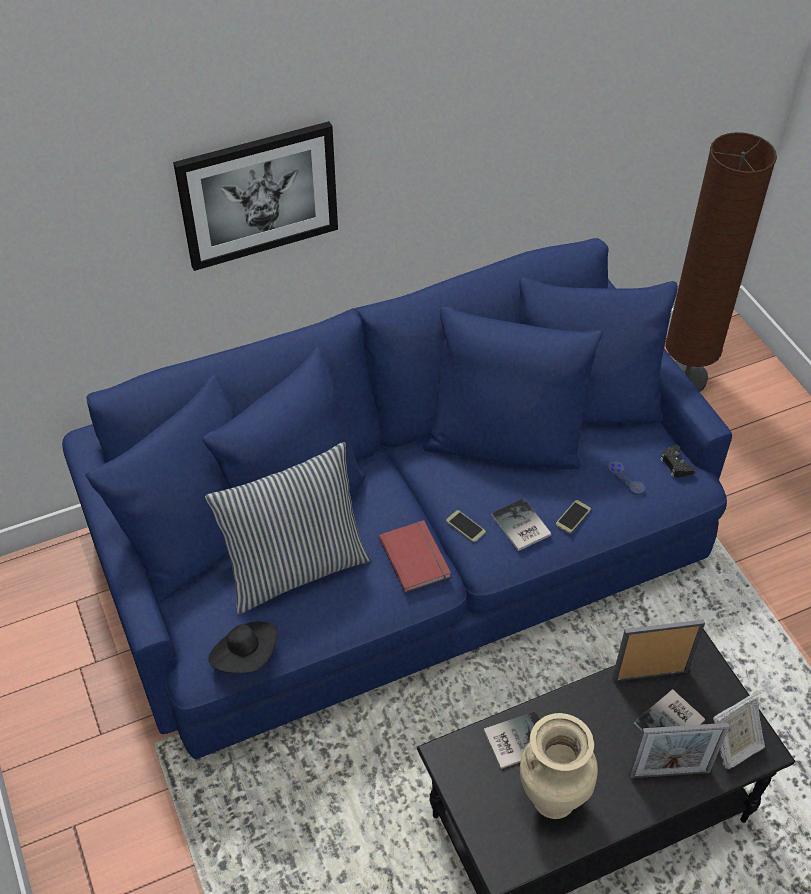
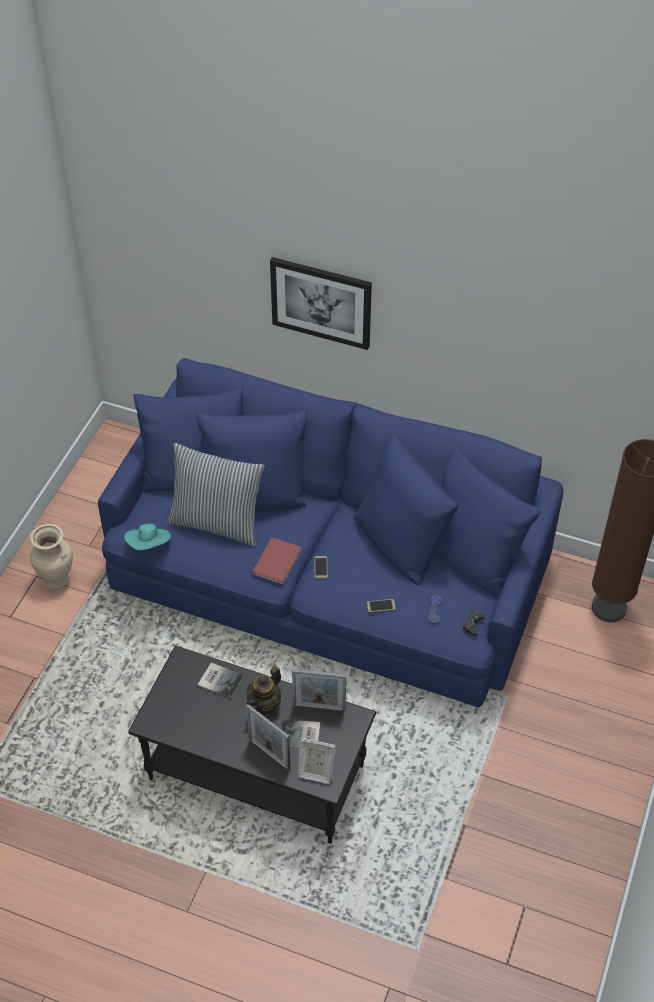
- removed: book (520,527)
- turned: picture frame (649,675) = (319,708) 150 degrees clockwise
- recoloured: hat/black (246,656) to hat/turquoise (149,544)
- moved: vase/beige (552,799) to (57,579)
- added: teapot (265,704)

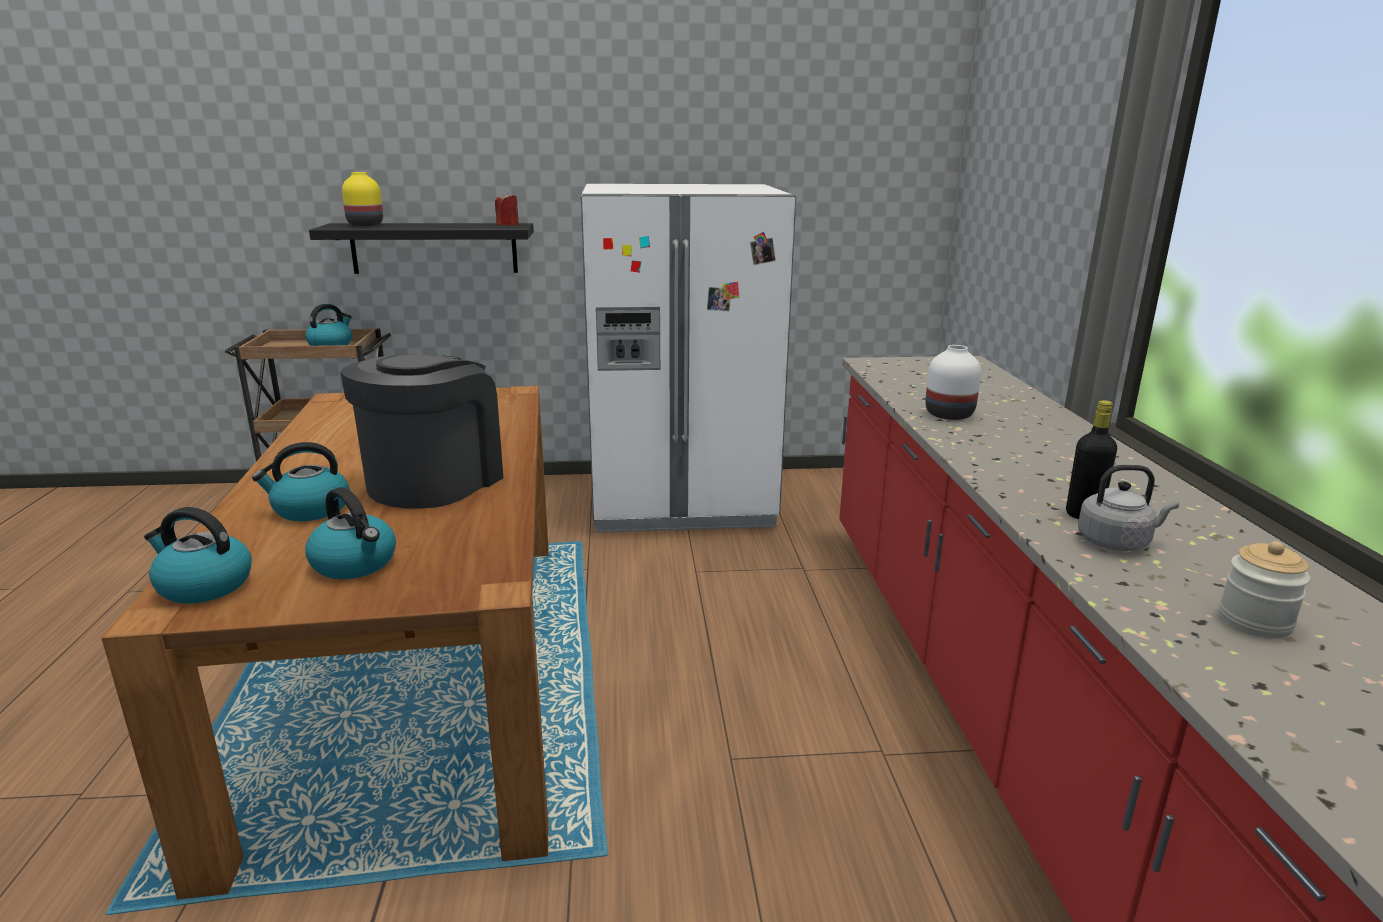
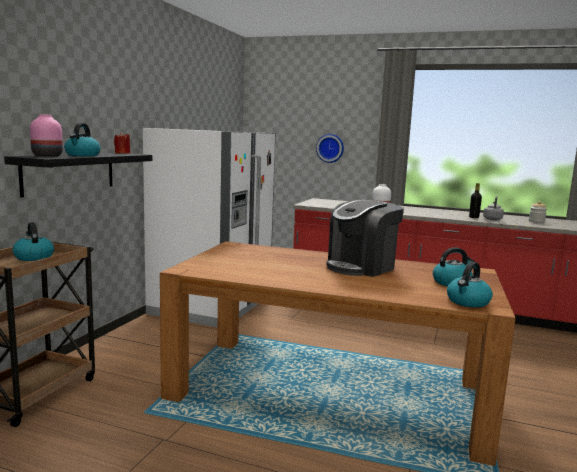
- recoloured: vase/yellow (366,225) to vase/pink (48,156)
- turned: coffee machine (434,481) = (361,267) 90 degrees counterclockwise
- moved: kettle (310,509) to (82,155)
- added: wall clock (330,148)

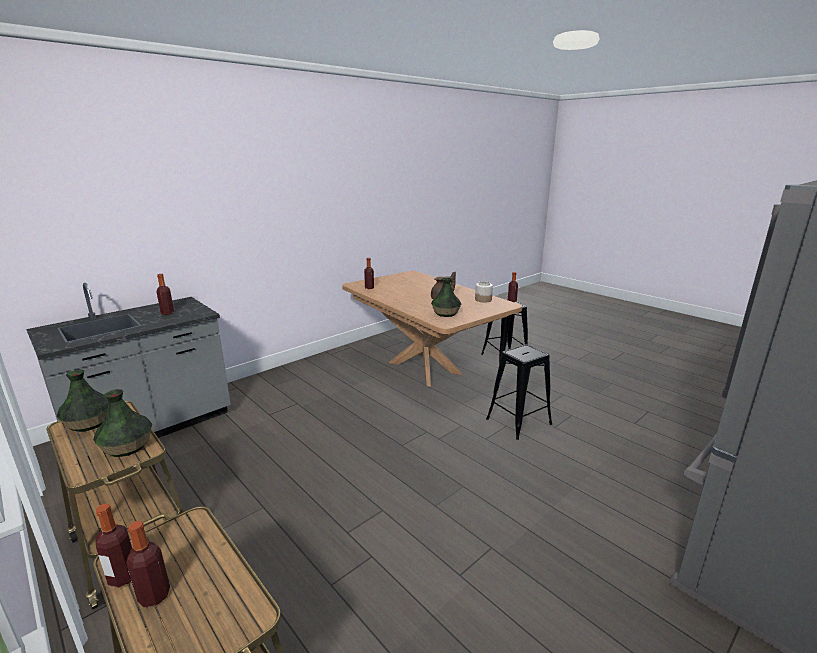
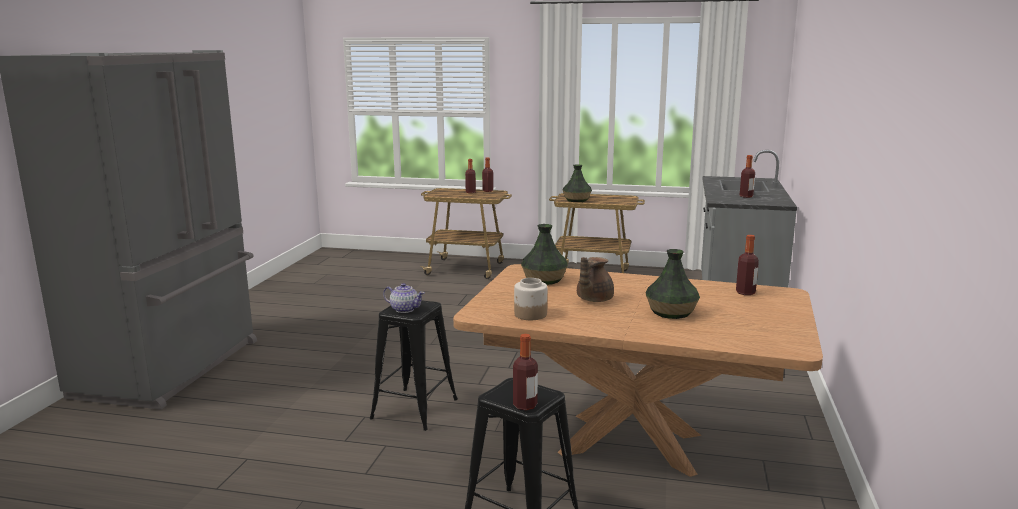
- moved: vase (88,423) to (671,312)
- added: teapot (404,309)

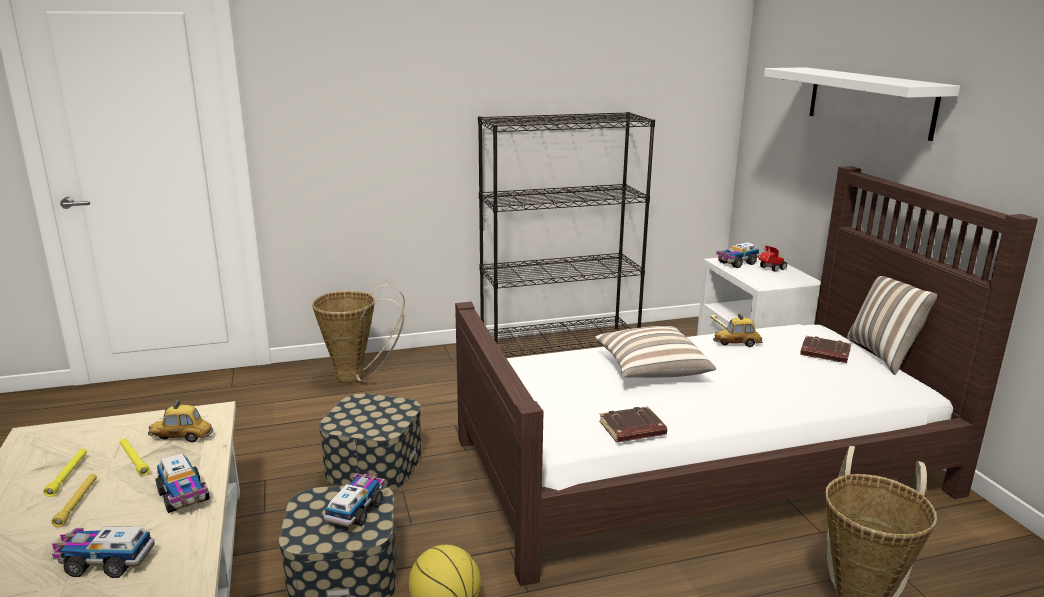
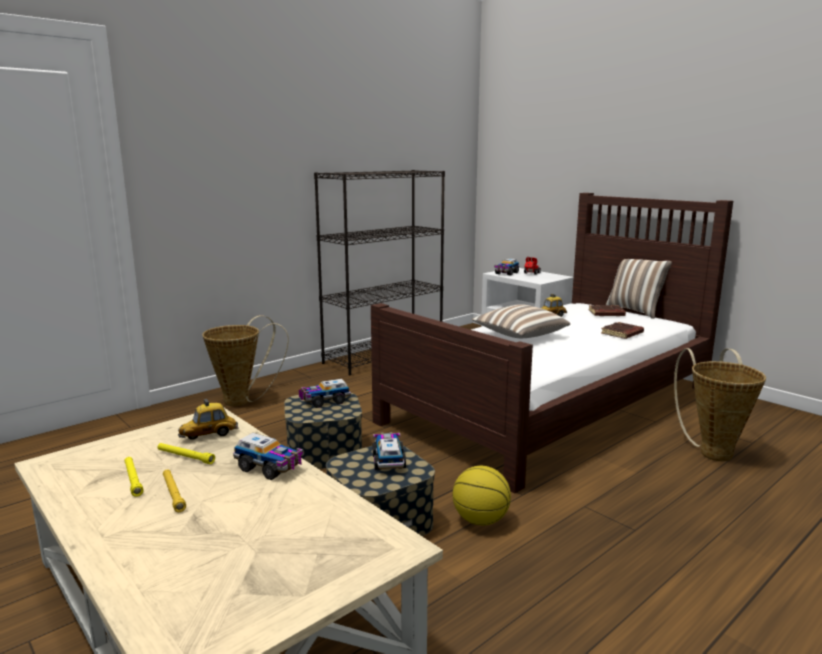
- removed: shelf/white (869,101)
- moved: book/brown (632,430) to (622,334)
- moved: toy truck (105,562) to (324,401)

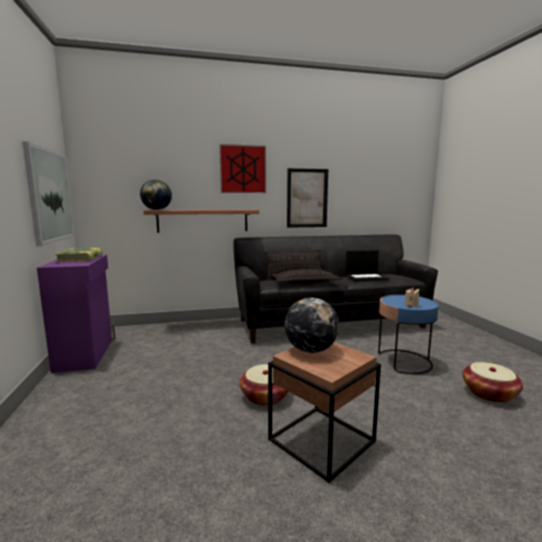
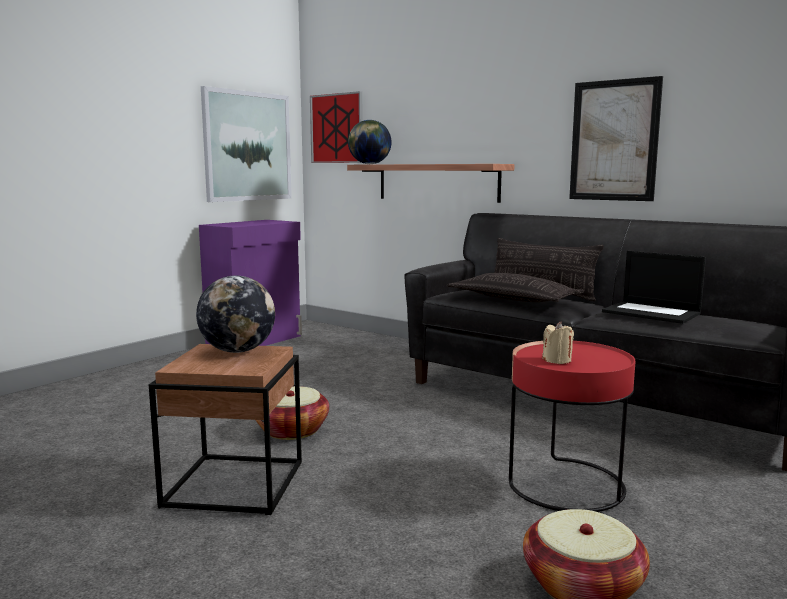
- moved: picture (243,169) to (337,128)
- removed: book (80,259)
- recoloured: side table/blue (404,361) to side table/red (565,485)

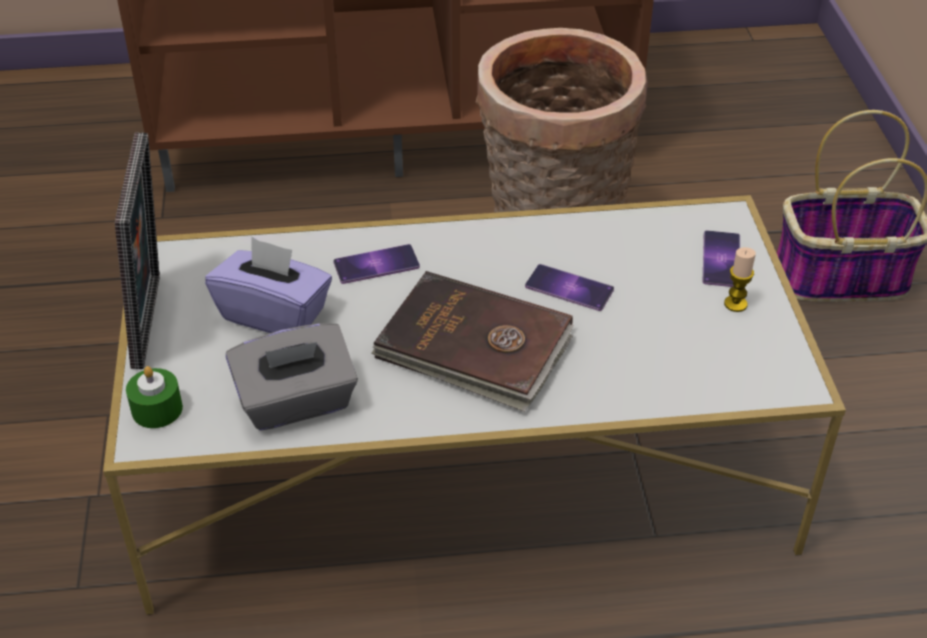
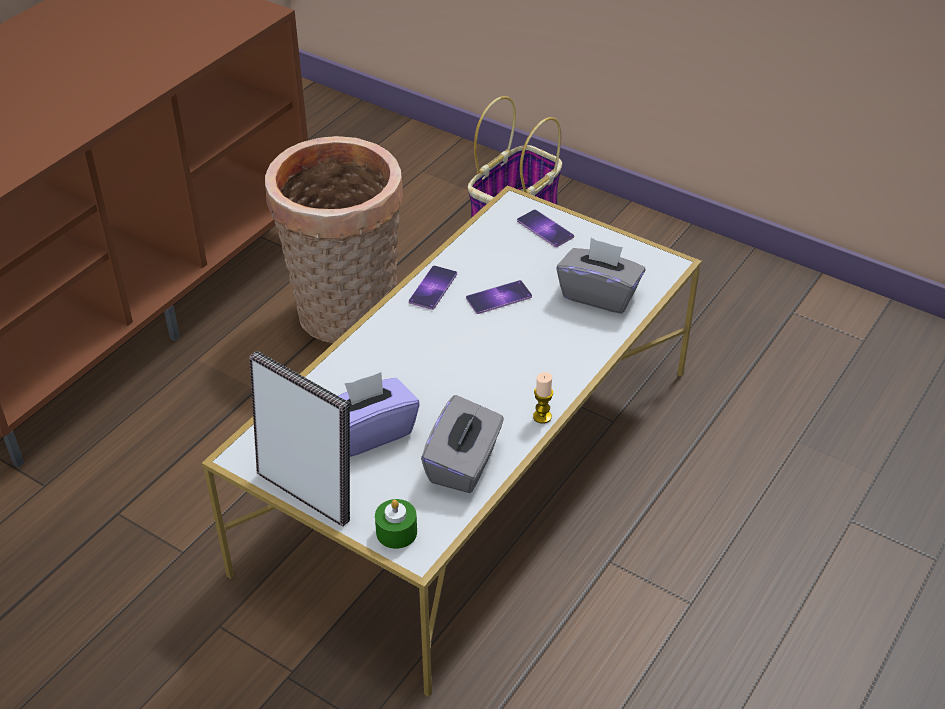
- moved: phone (376,264) to (433,288)
- moved: candle (735,304) to (542,416)
- removed: book/brown (474,347)
- added: tissue box/grey (599,295)

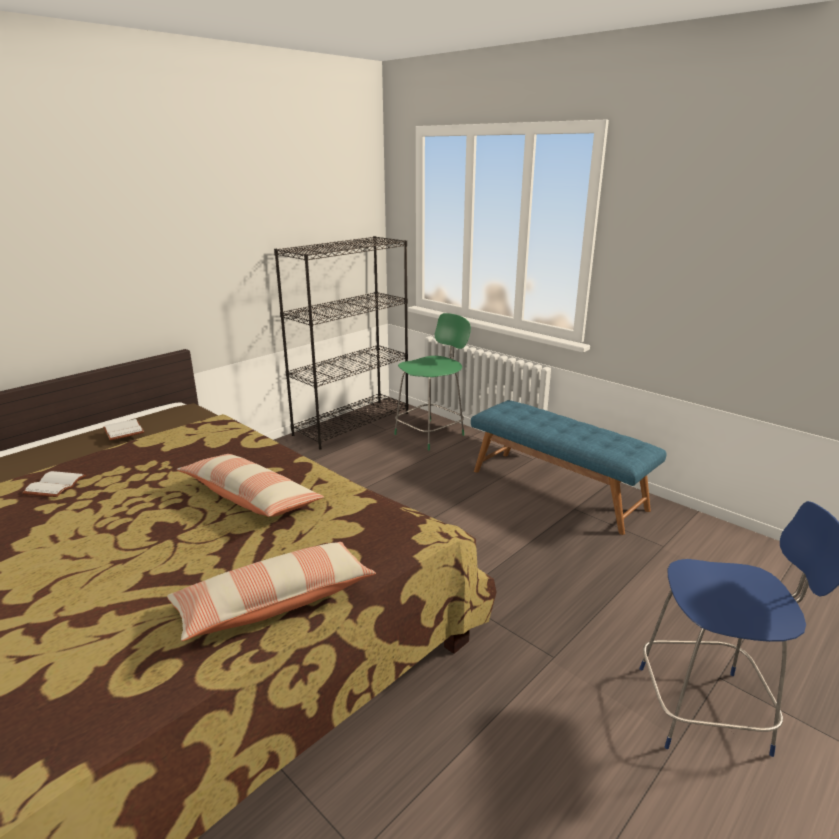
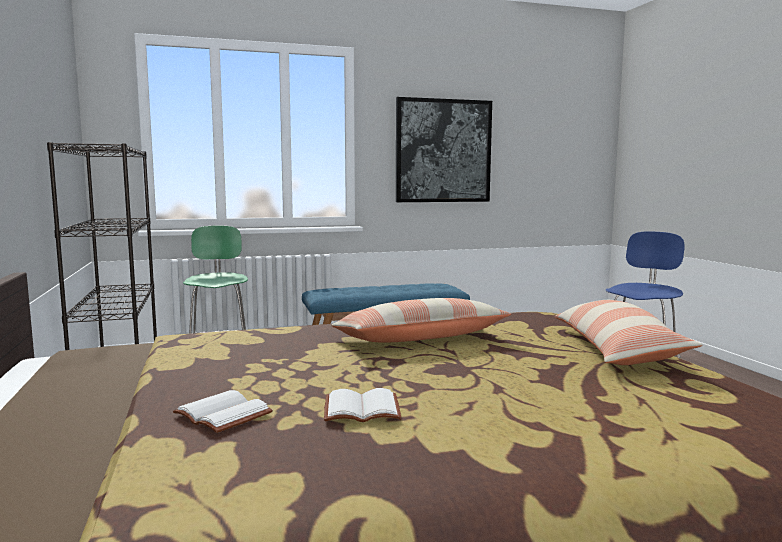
- moved: book/white (122,431) to (360,410)
- added: picture (443,151)

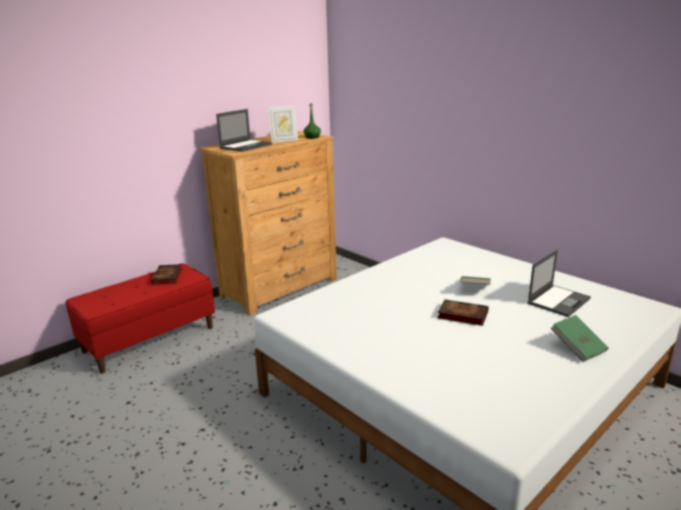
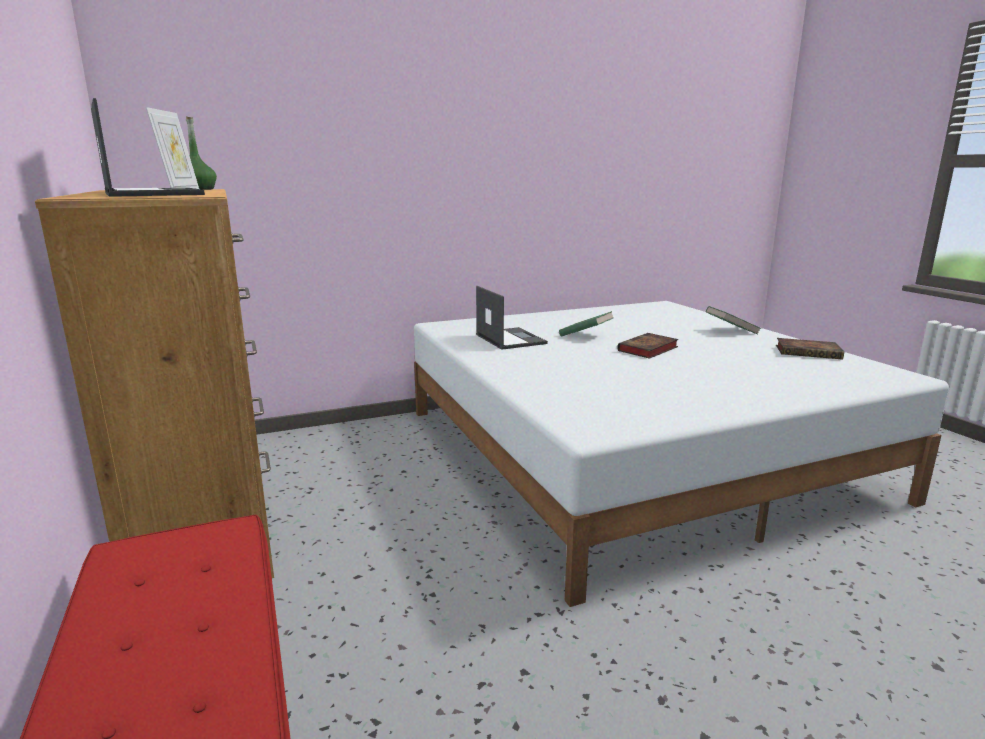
- moved: laptop (559,300) to (509,339)
- moved: book (167,277) to (809,352)

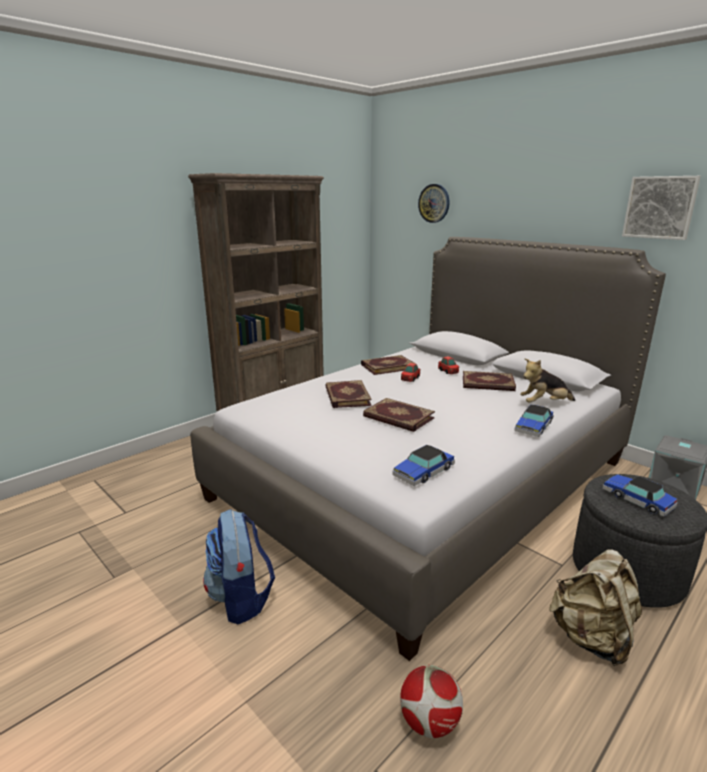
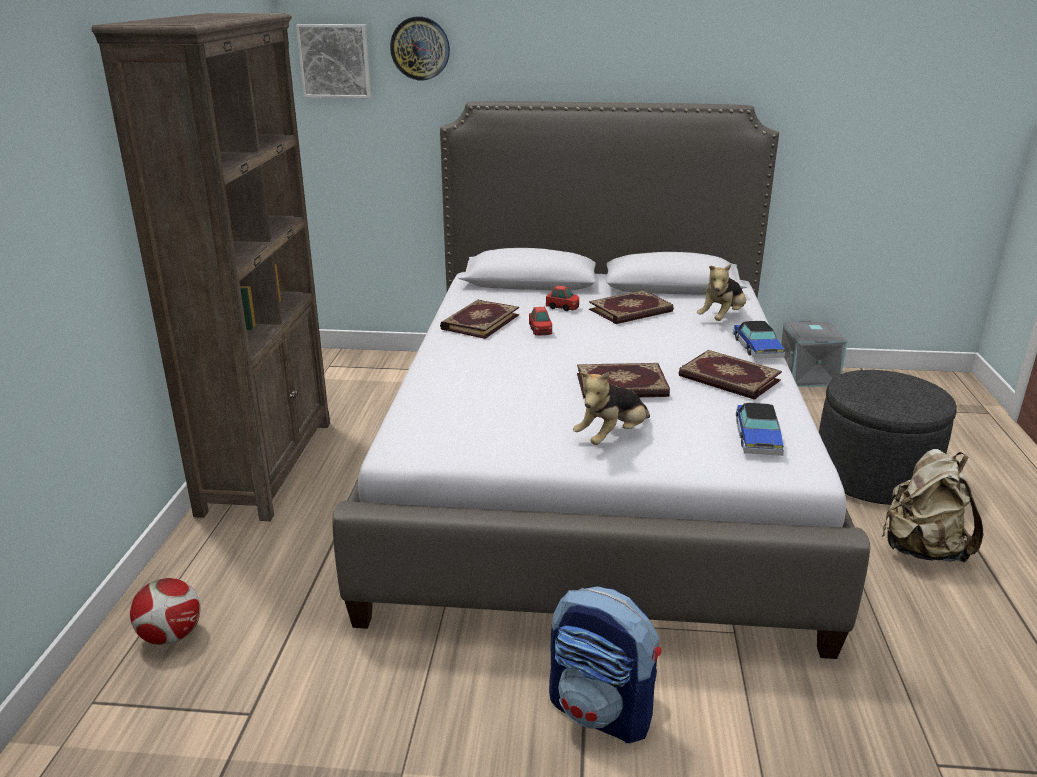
- moved: picture (660,207) to (335,61)
- moved: book (346,396) to (728,379)
- removed: toy car (637,500)
- moved: football (429,722) to (171,636)
- added: plush toy (612,437)

